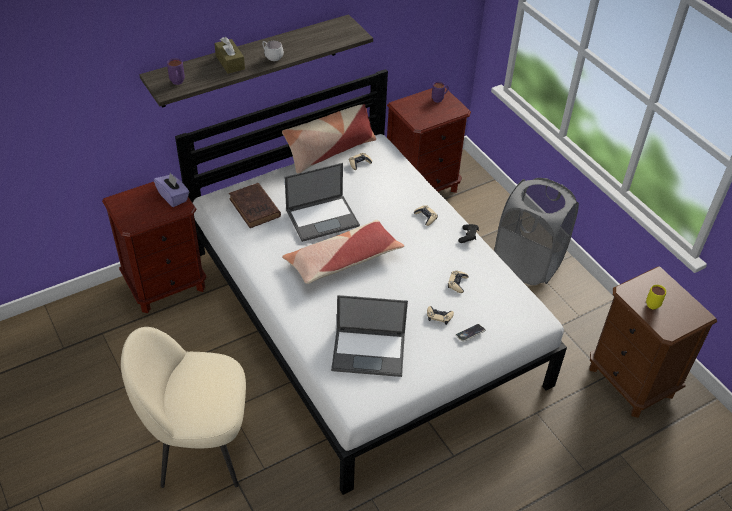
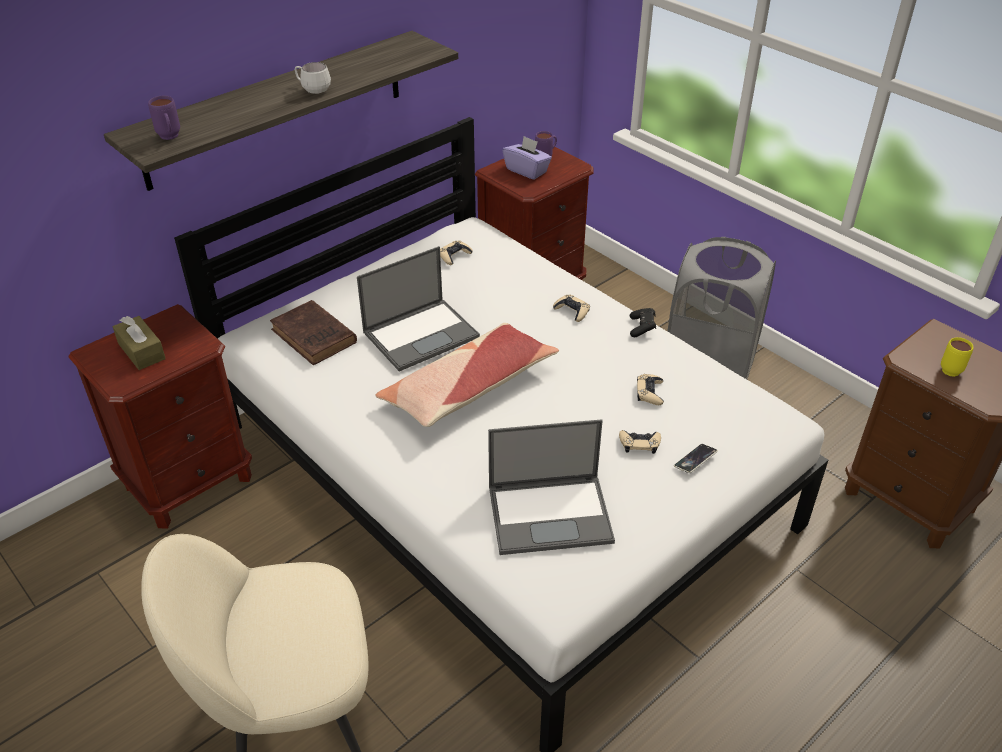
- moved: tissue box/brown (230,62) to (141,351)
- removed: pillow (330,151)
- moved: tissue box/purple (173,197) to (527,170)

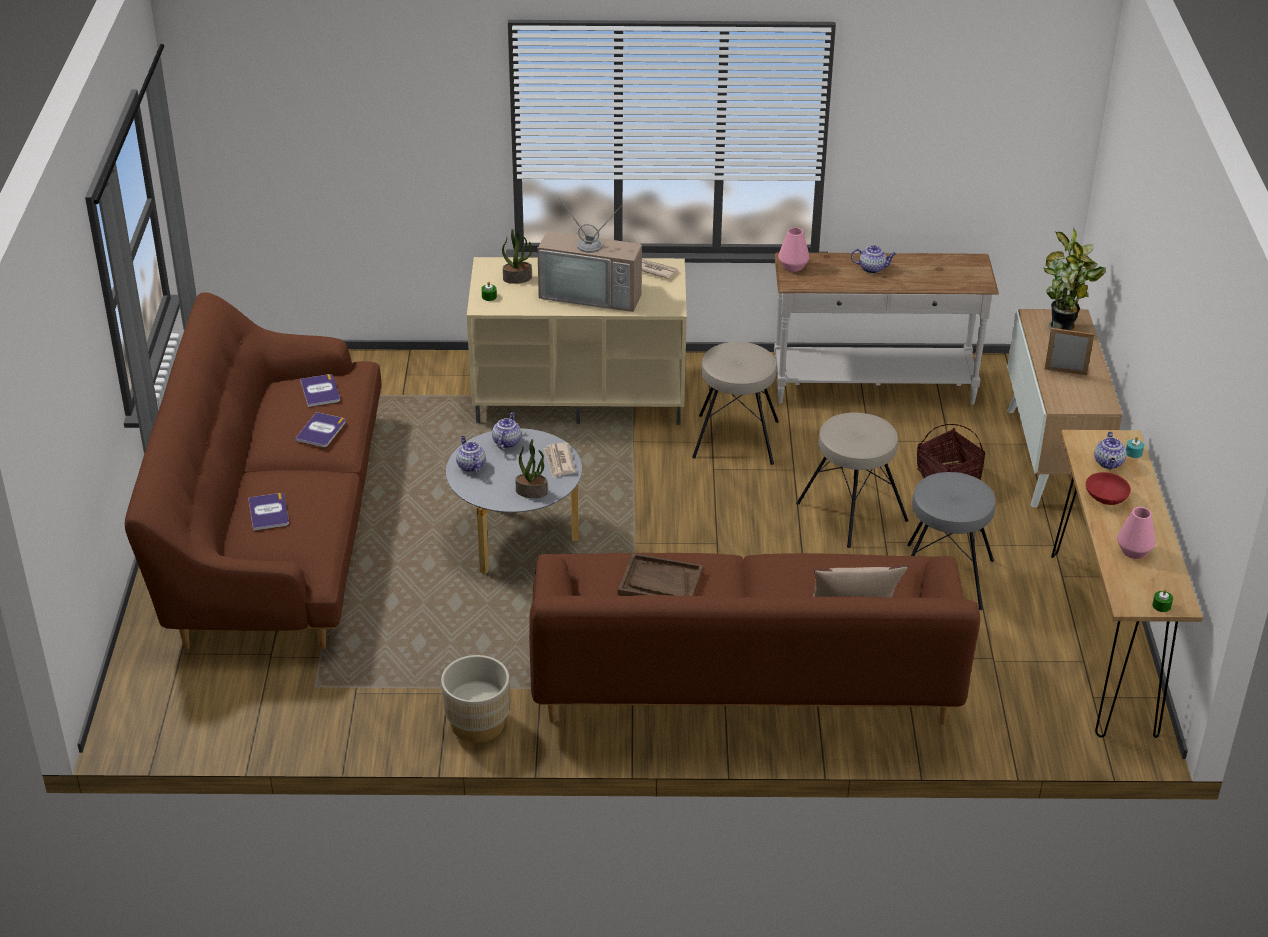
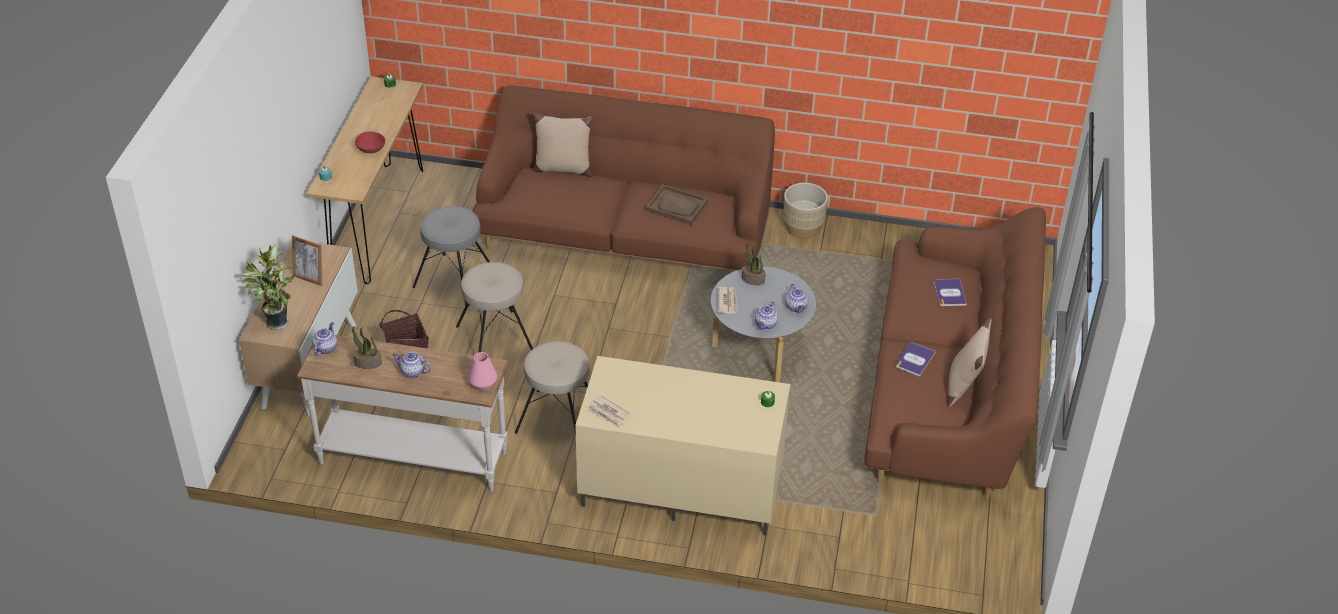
- removed: television (592,293)
- moved: potted plant (517,278) to (367,363)
- removed: book (320,391)
- moved: teapot (1109,463) to (325,348)
- removed: vase/pink (1133,551)
- added: pillow/beige (963,385)

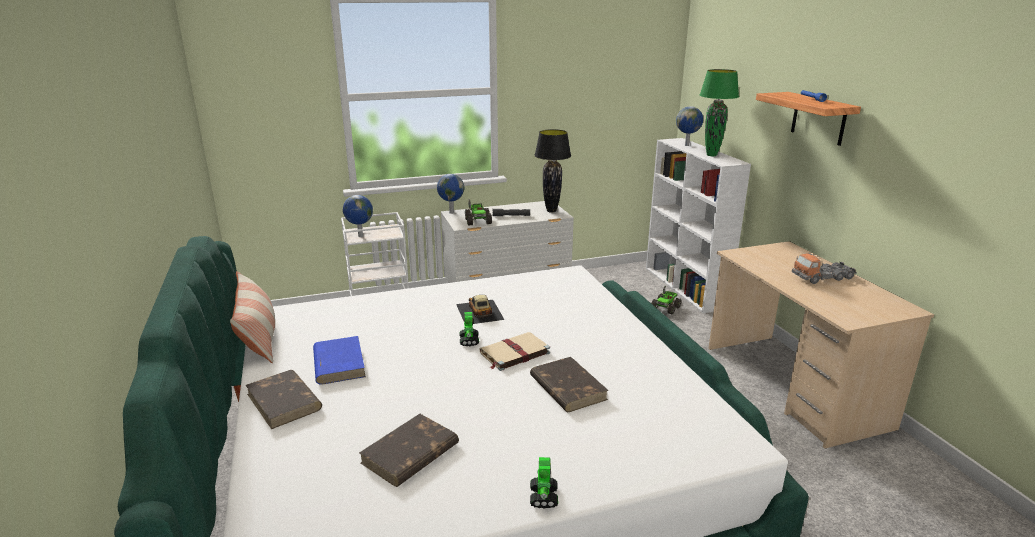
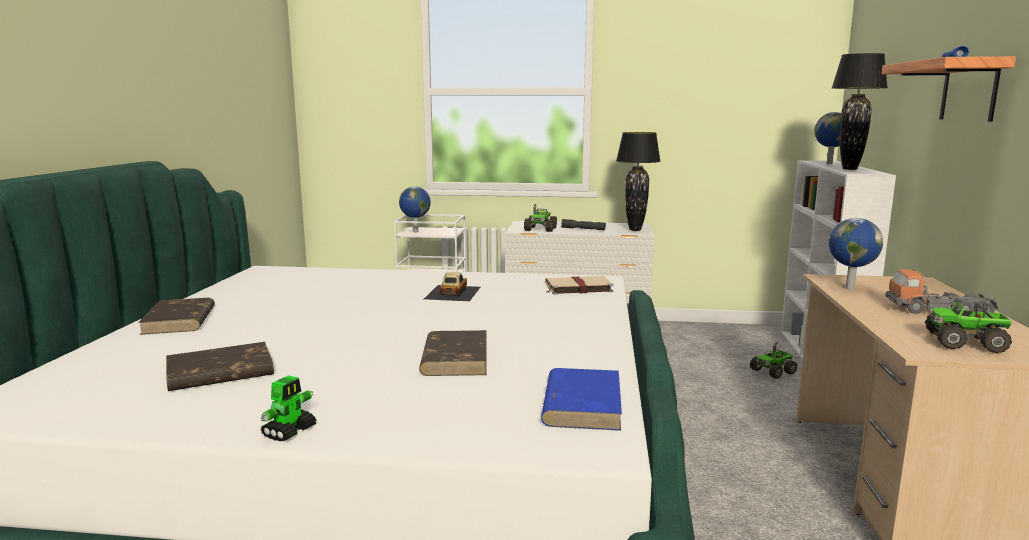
- recoloured: table lamp/green (712,155) to table lamp/black (850,169)
- moved: globe (451,212) to (848,288)
- removed: pillow (258,336)
- removed: toy robot (469,340)
- moved: book/beige (513,353) to (577,288)
- moved: book/blue (338,363) to (582,403)
- added: toy truck (966,343)

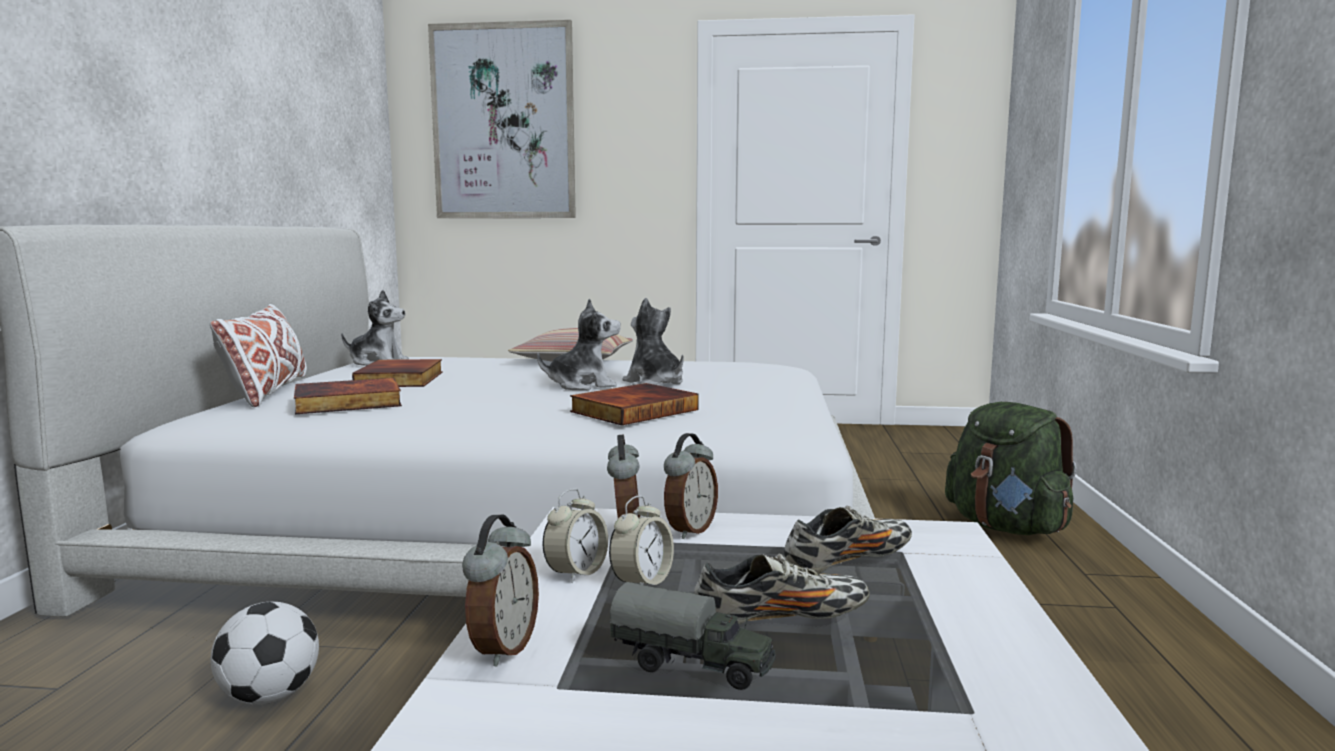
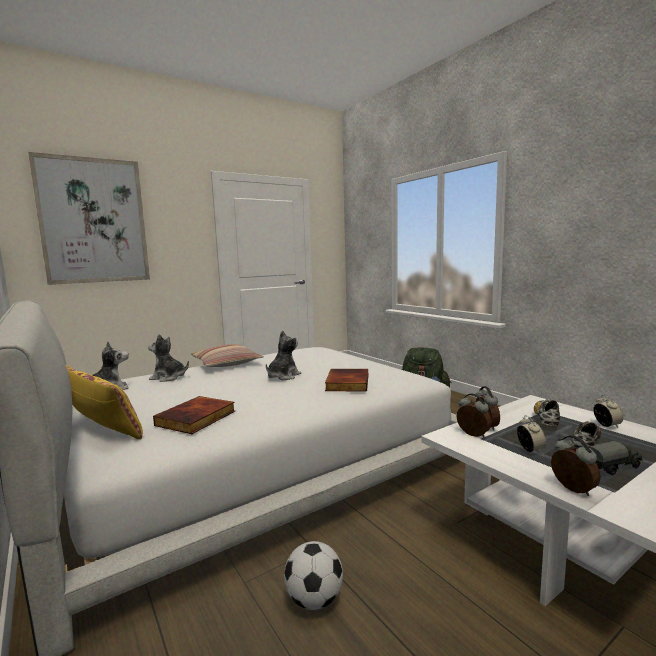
- moved: plush toy (654,383) to (168,377)
- recoloured: pillow/white (267,392) to pillow/yellow (103,428)
- removed: book (402,379)
- moved: alarm clock (576,573) to (606,425)

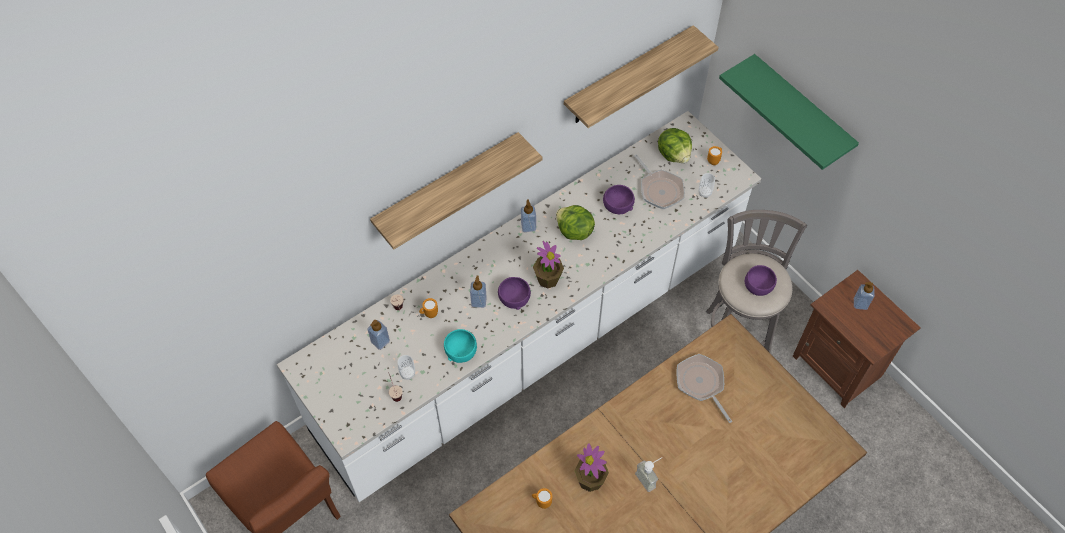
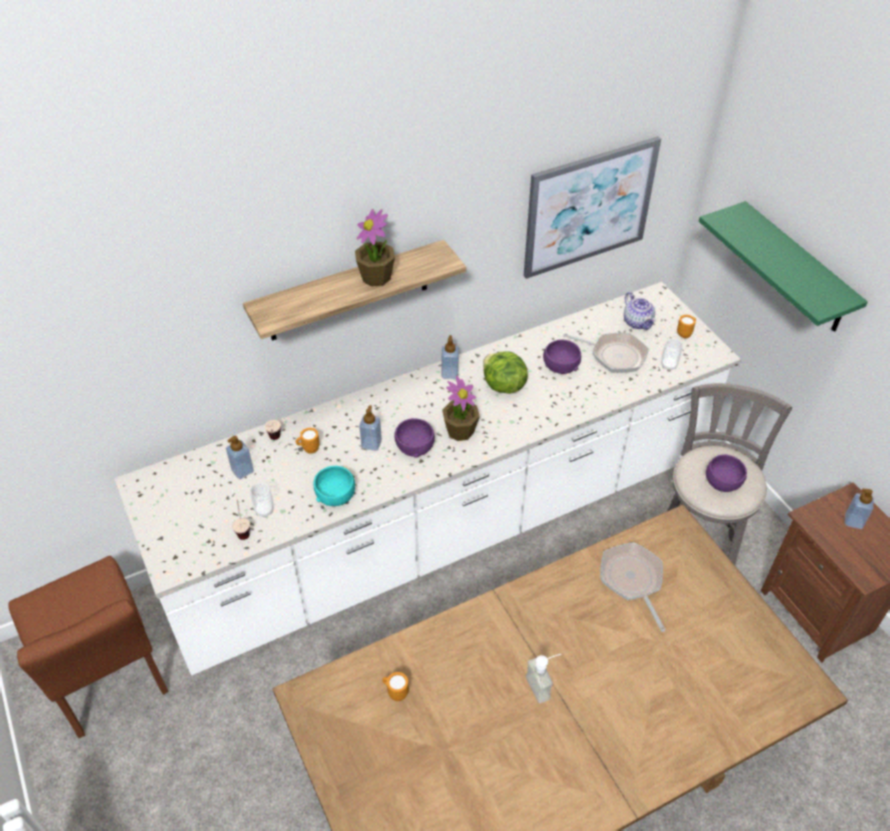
- replaced: shelf (628,77) to picture (589,207)
- replaced: lettuce (674,155) to teapot (638,322)
- turned: frying pan (659,189) = (614,355) 45 degrees counterclockwise
- moved: potted plant (590,480) to (376,277)

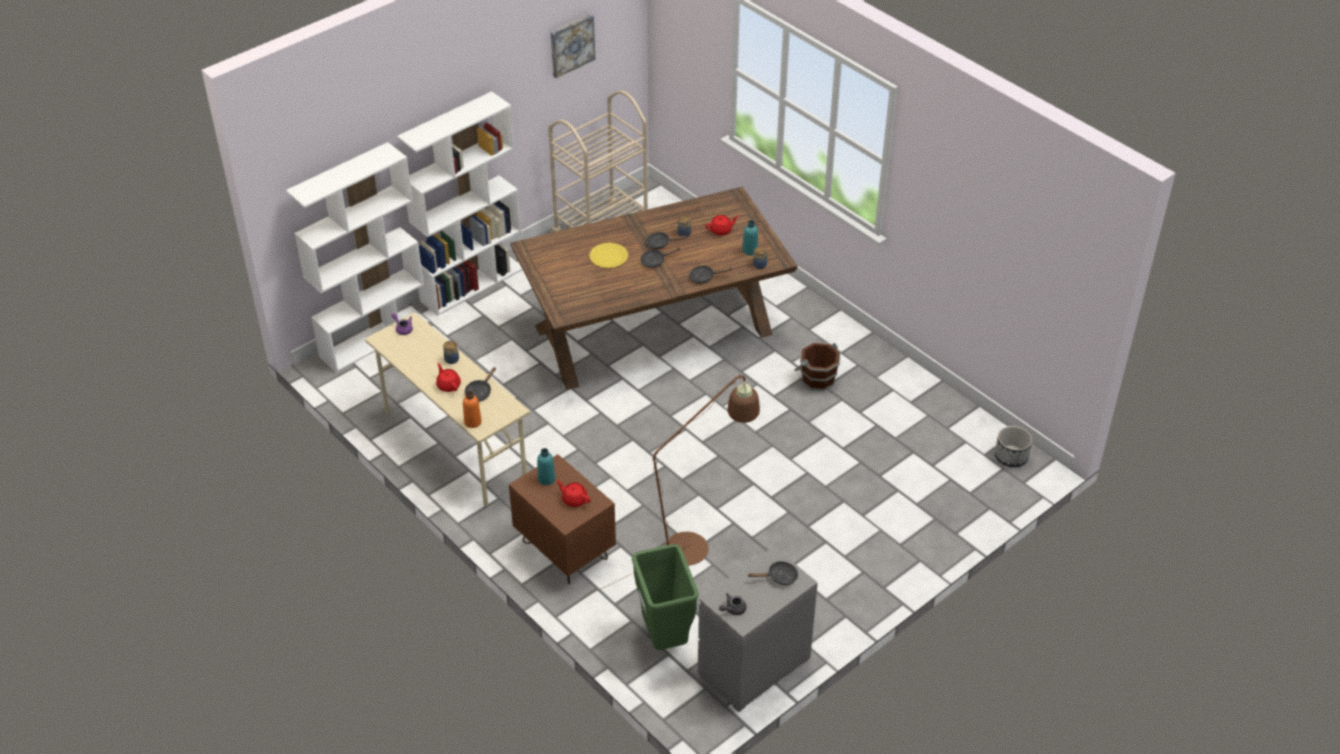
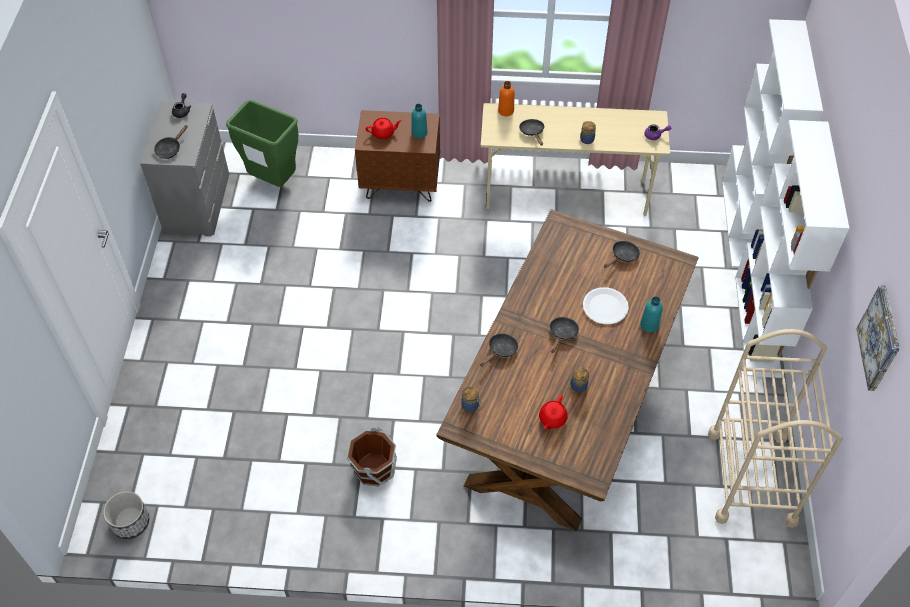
- moved: bottle/turquoise (750,250) to (649,325)
- moved: frying pan/black (660,244) to (623,256)
- recoloured: plate/yellow (608,256) to plate/white (605,306)
- removed: teapot/red (448,385)
- removed: floor lamp/brown (696,543)

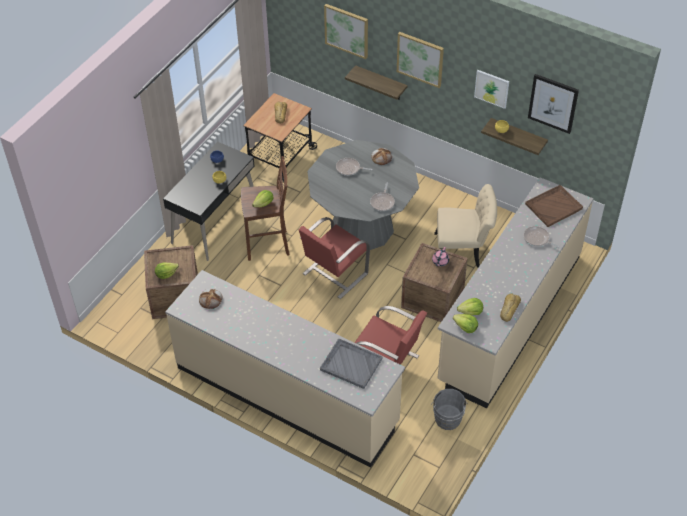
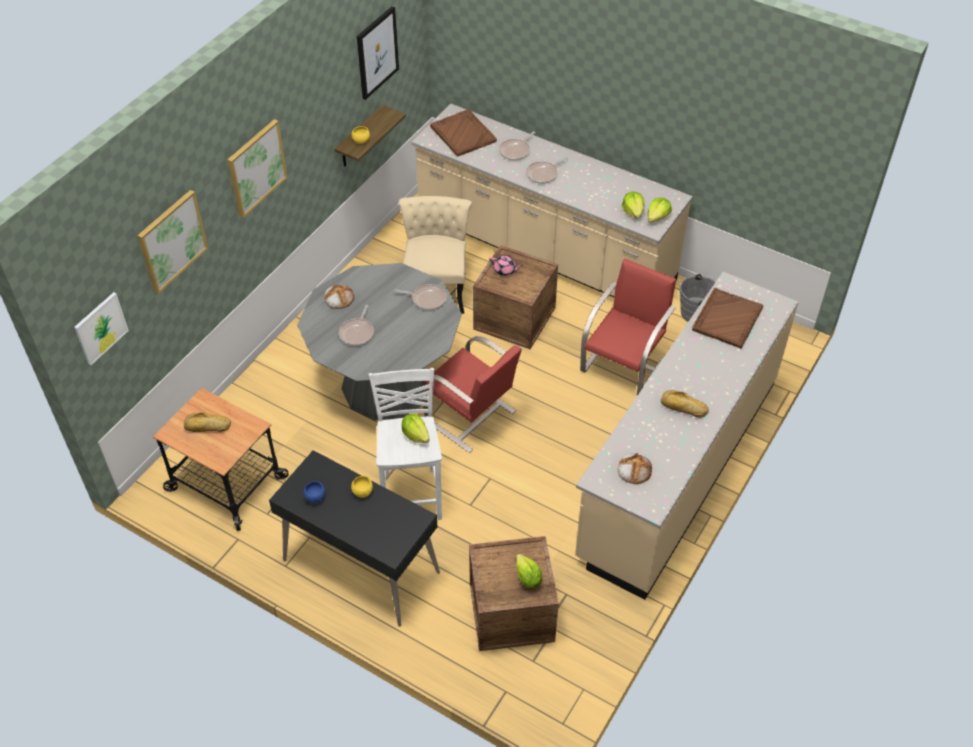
- removed: shelf (381,83)
- moved: picture (492,88) to (100,328)
- recoloured: stool/brown (268,245) to stool/white (412,494)
- moved: bread (509,309) to (683,408)
- recoloured: tray/grey (350,364) to tray/brown (727,319)
- added: frying pan (543,174)

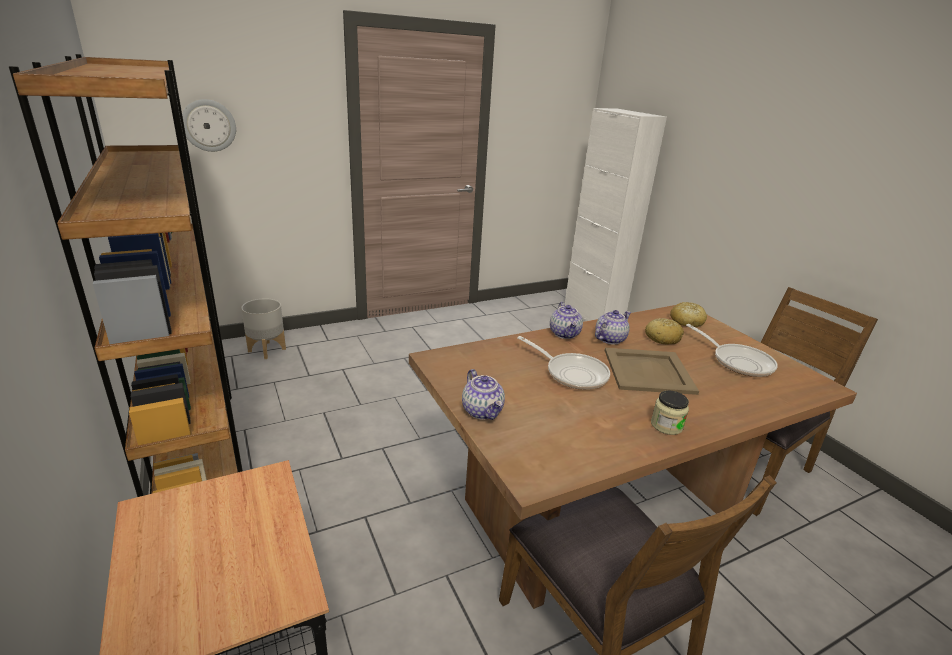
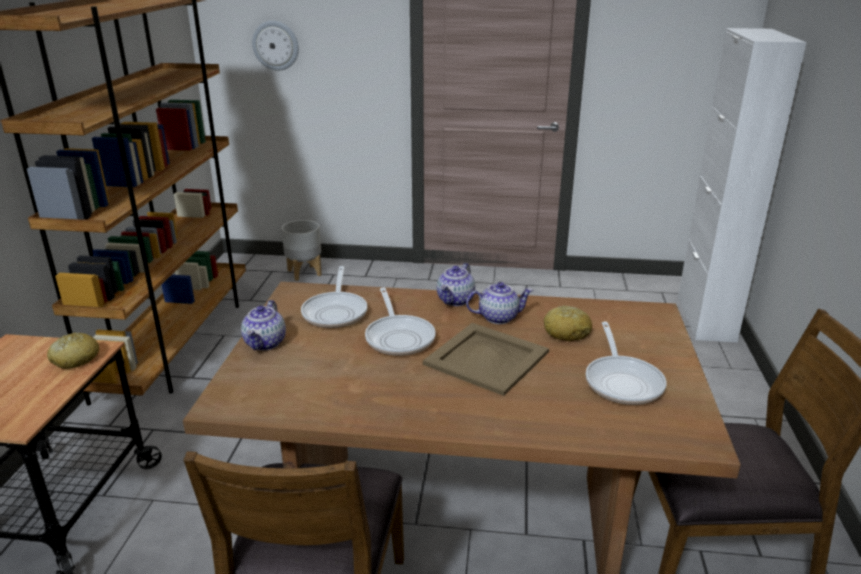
- moved: bread (686,321) to (75,359)
- removed: jar (666,425)
- added: frying pan (336,312)

